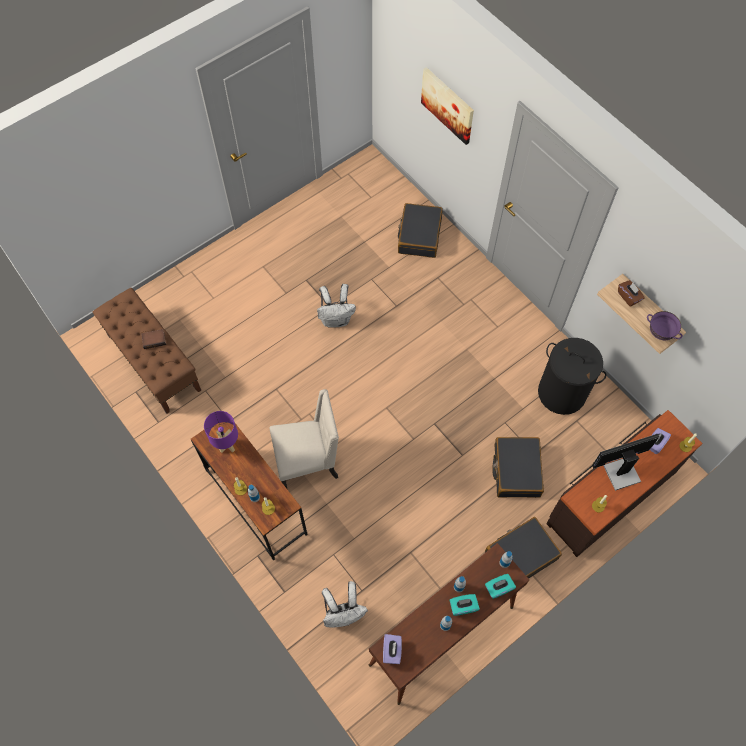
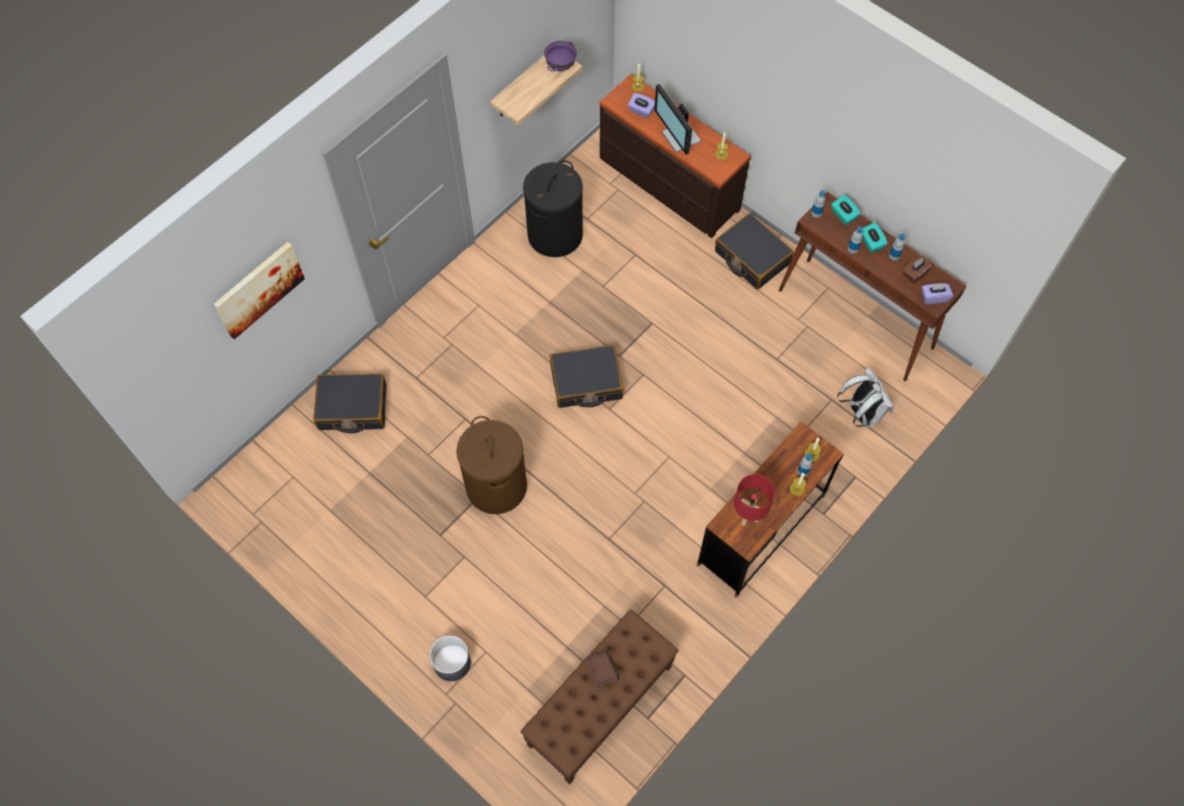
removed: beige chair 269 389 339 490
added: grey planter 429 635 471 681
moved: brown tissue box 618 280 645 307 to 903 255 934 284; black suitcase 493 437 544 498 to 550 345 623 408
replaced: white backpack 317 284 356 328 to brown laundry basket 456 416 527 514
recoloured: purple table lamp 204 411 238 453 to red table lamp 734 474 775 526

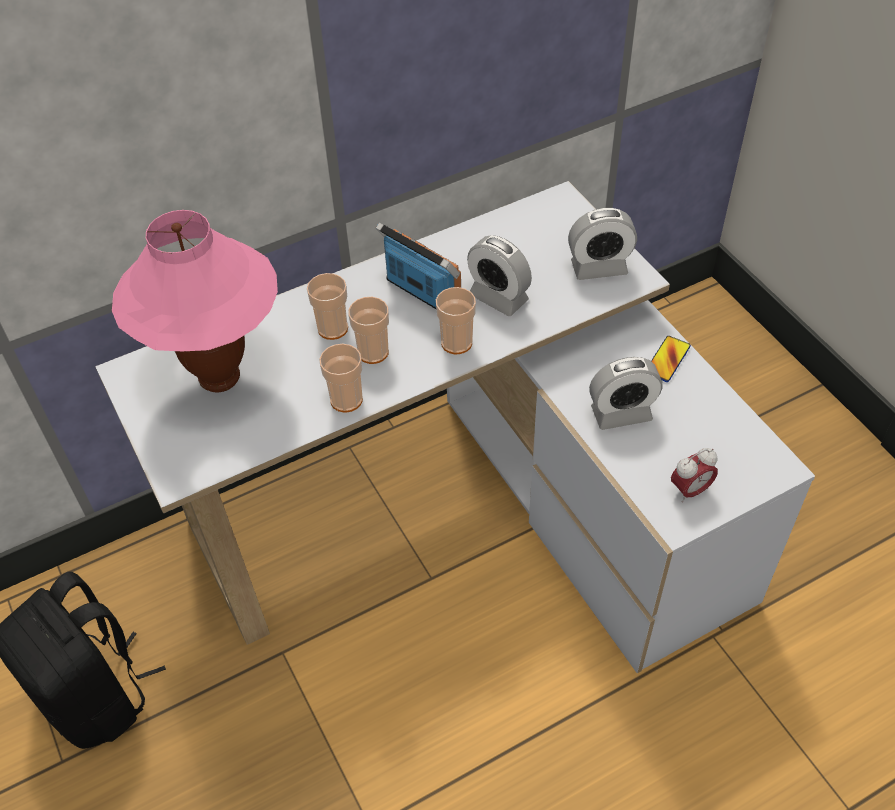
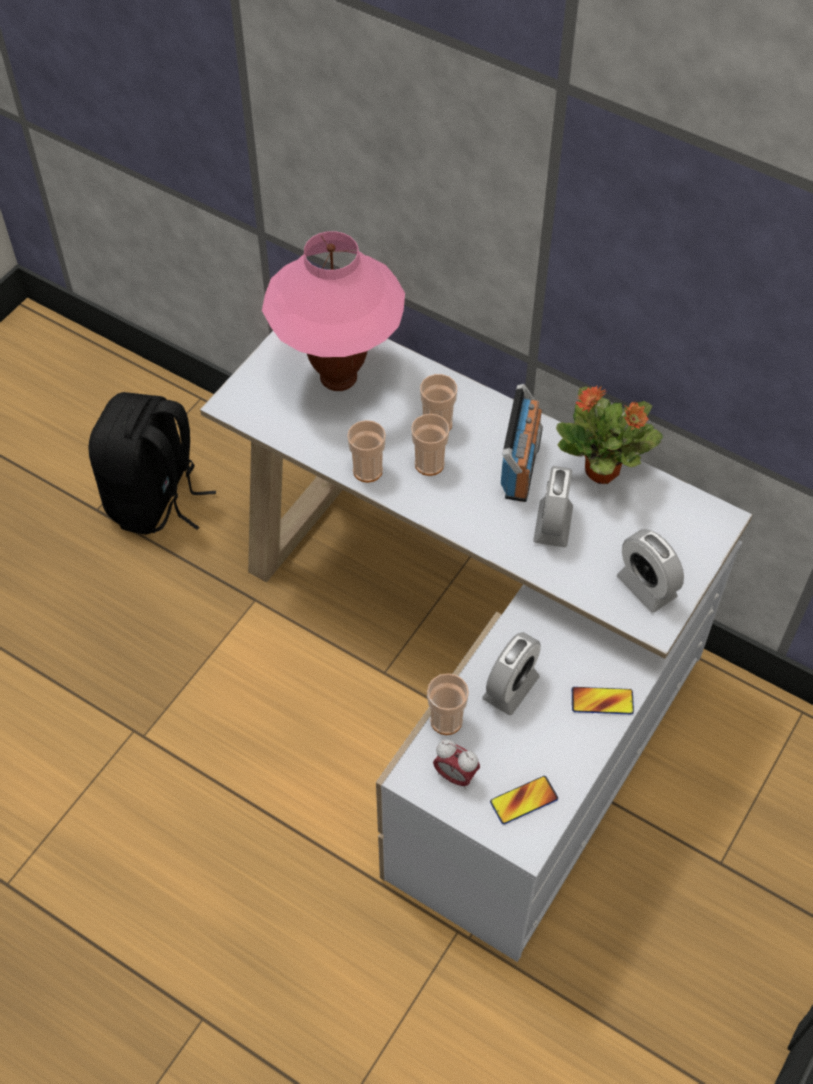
added: potted plant 556 386 663 484; phone 490 776 558 824
moved: cup 436 287 476 354 to 427 673 469 735
turned: alarm clock 589 357 663 430 = 482 632 541 715 105 degrees counterclockwise

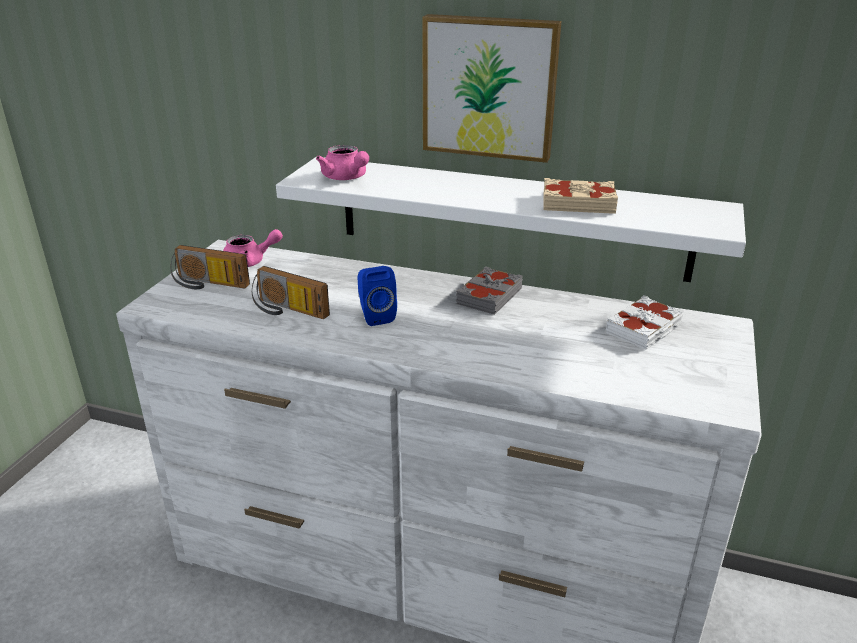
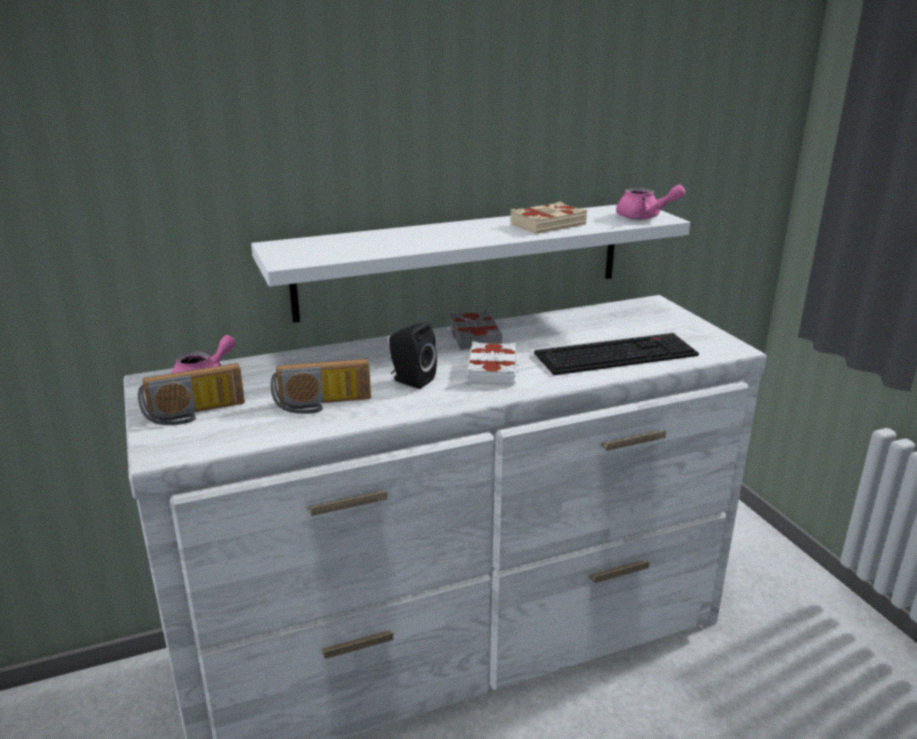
removed: picture 422 14 562 163
added: keyboard 534 333 699 375
moved: pink teapot 316 145 369 180 to 616 185 686 220; white book 606 295 684 349 to 467 341 518 386
recoloured: blue speaker 357 266 397 326 to black speaker 389 322 437 389

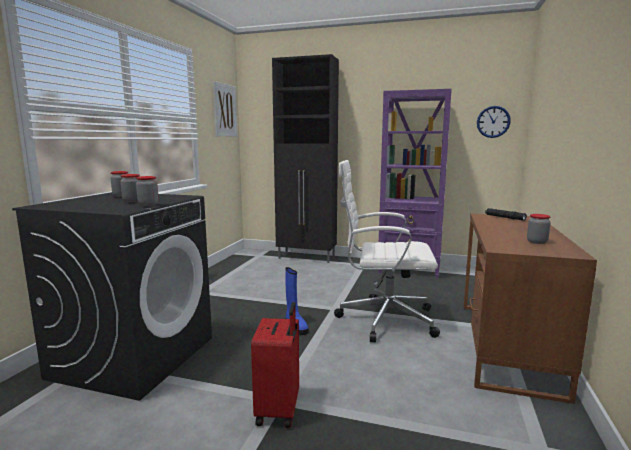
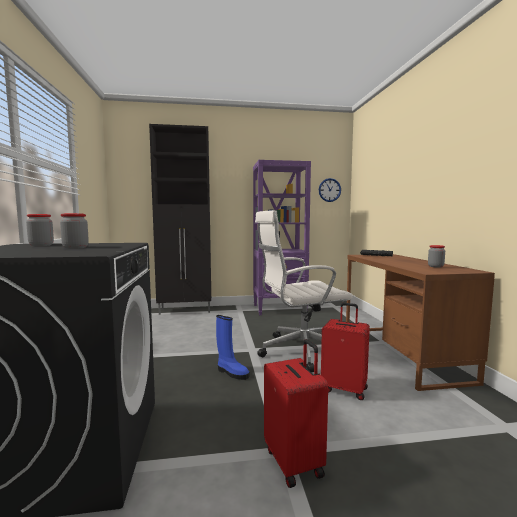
removed: picture 213 81 237 137; jar 136 176 159 206
added: red suitcase 321 303 370 400

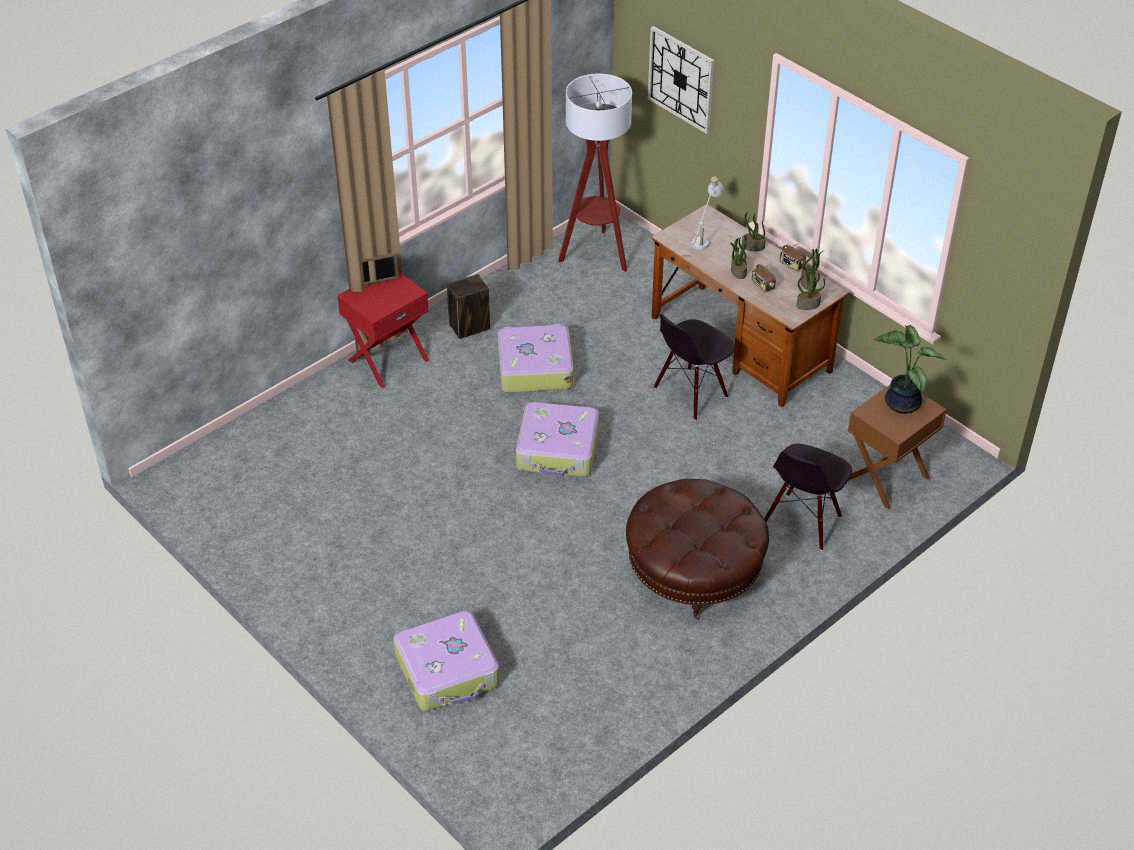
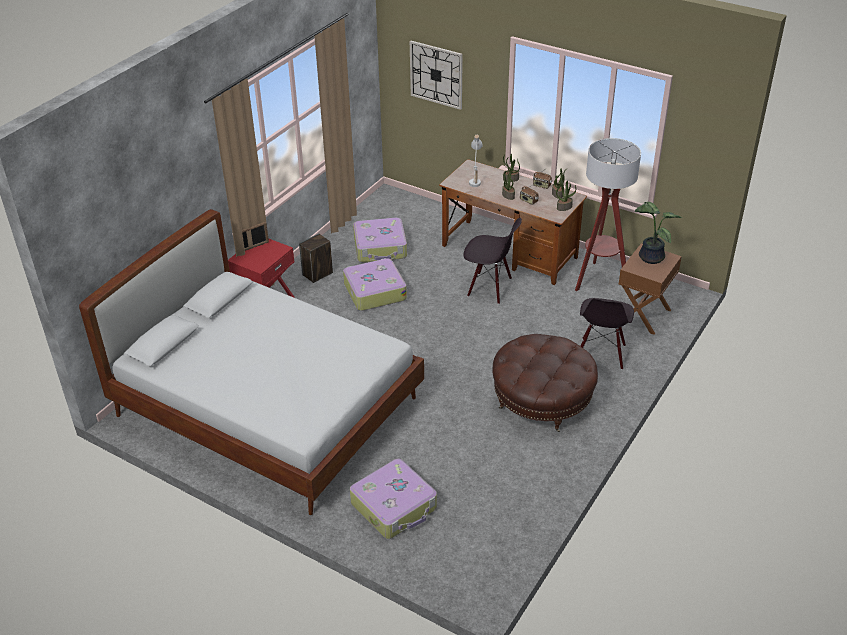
added: white bed 79 209 424 515
moved: floor lamp 558 73 632 272 to 575 138 641 291; suitcase 516 402 599 477 to 353 218 407 262
turned: black chair 654 314 735 420 = 463 218 522 304 105 degrees counterclockwise

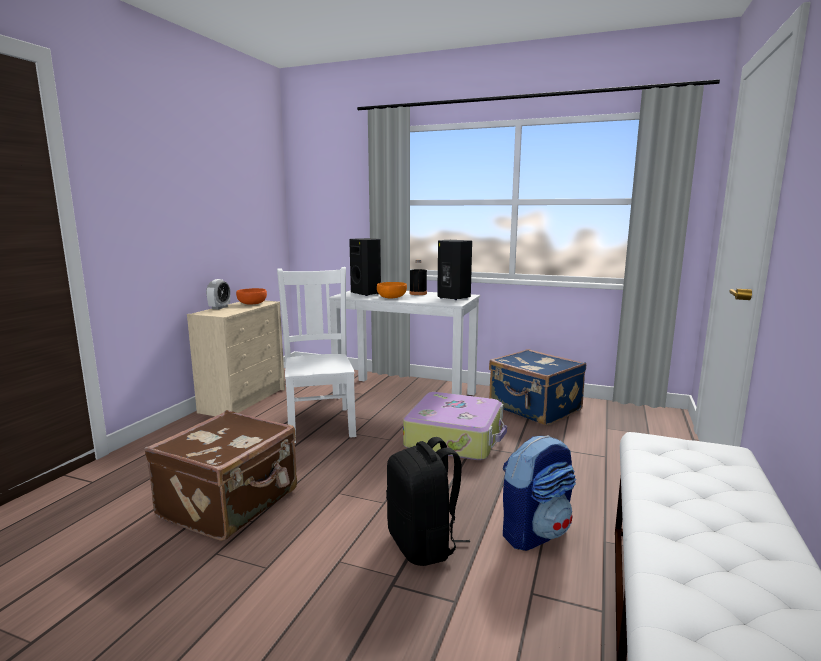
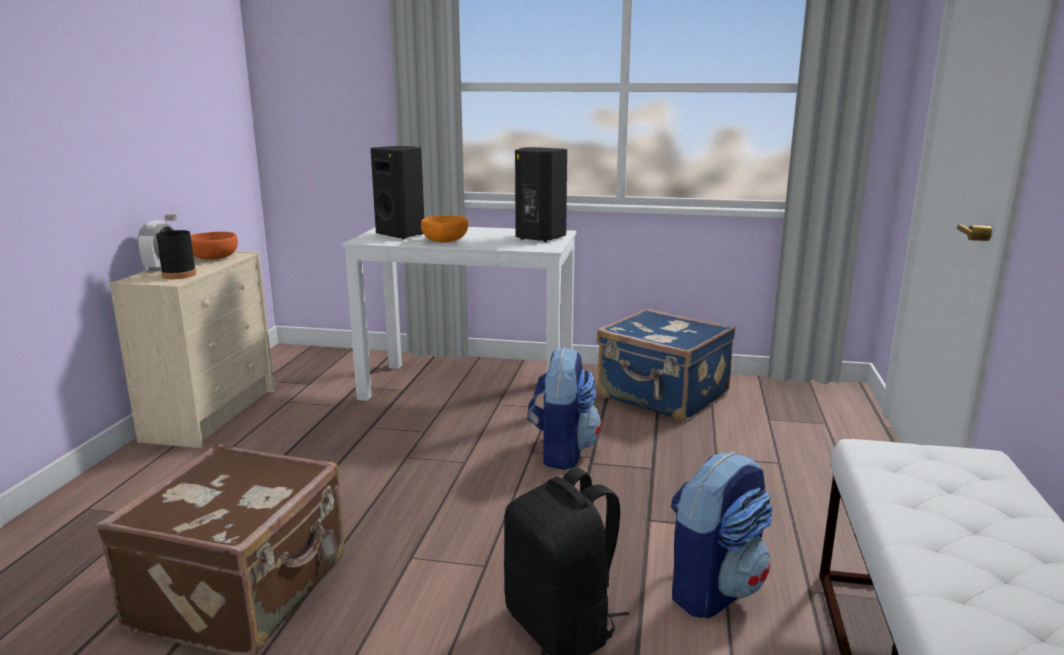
removed: white chair 277 267 356 443
moved: black bottle 410 260 427 295 to 156 214 196 279
replaced: suitcase 403 392 507 460 to backpack 527 347 602 470

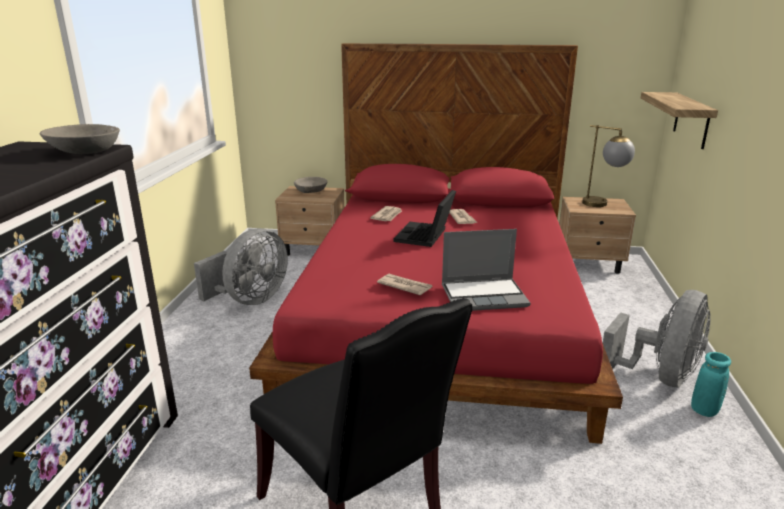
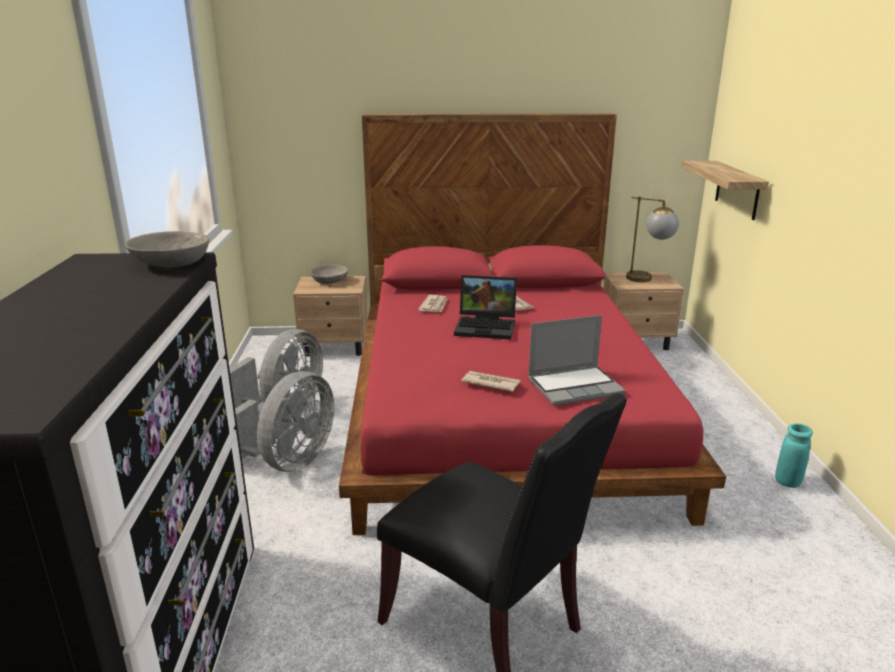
moved: grey fan 603 290 711 388 to 235 371 334 472
turned: laptop 393 190 456 247 = 454 275 517 340 90 degrees counterclockwise

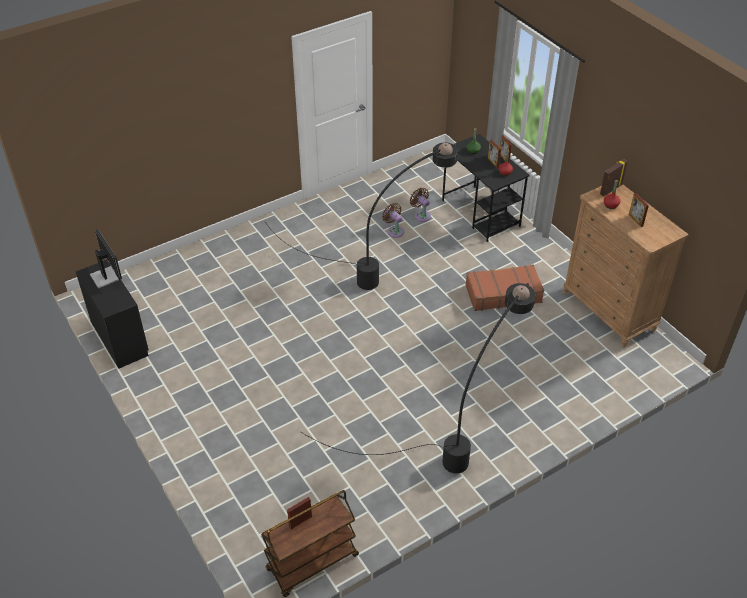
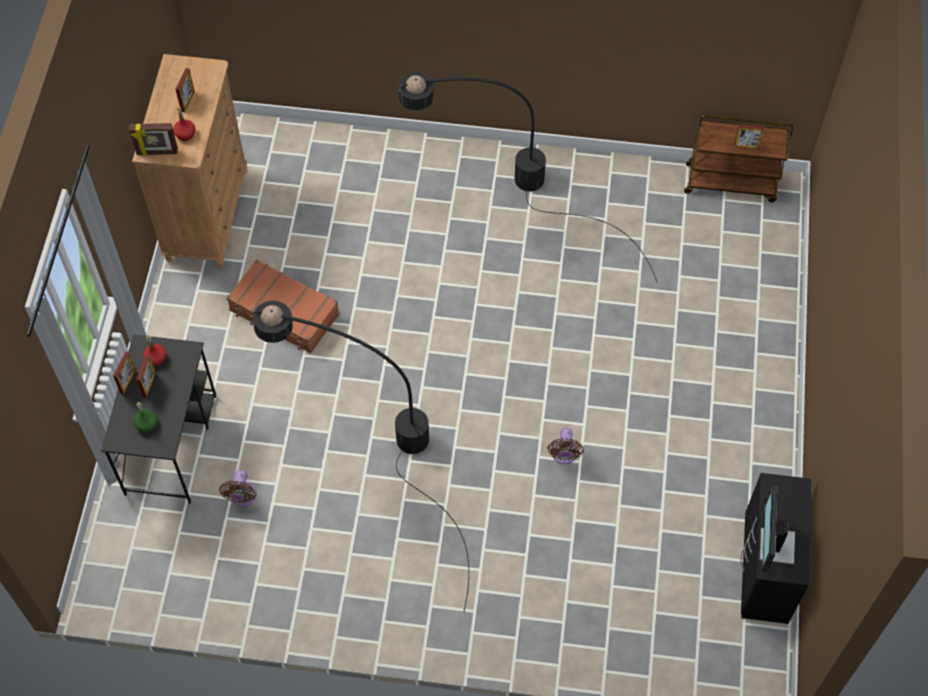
moved: brown fan 382 203 404 238 to 547 428 584 464

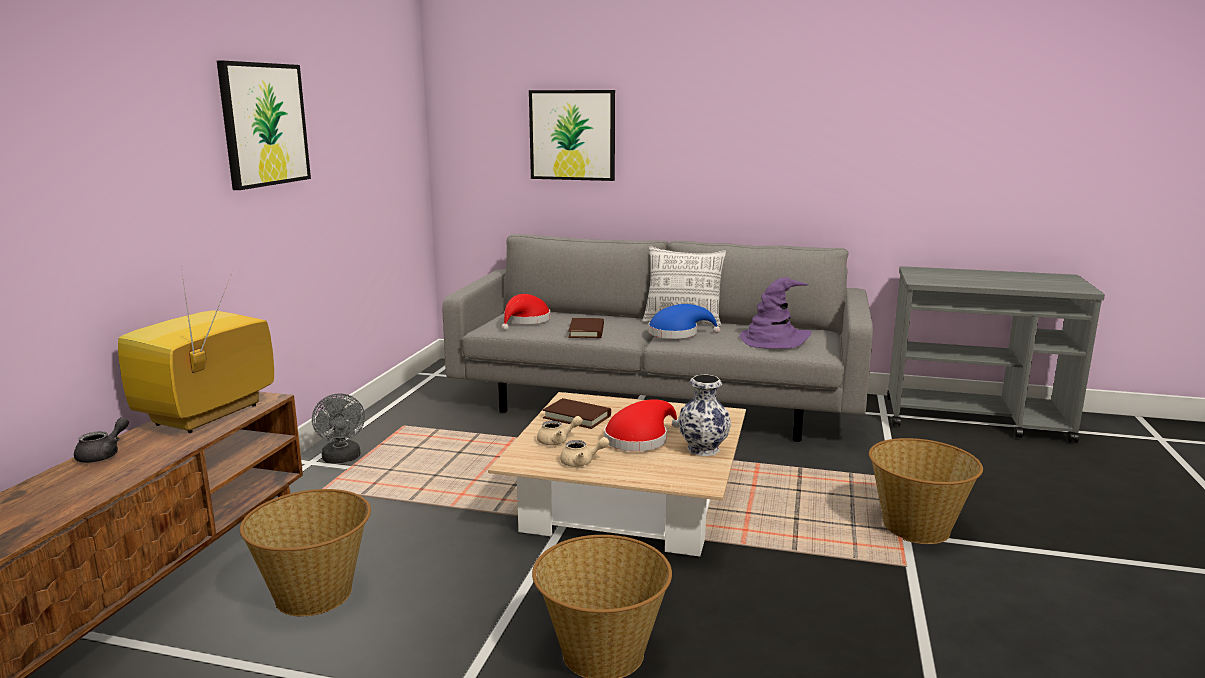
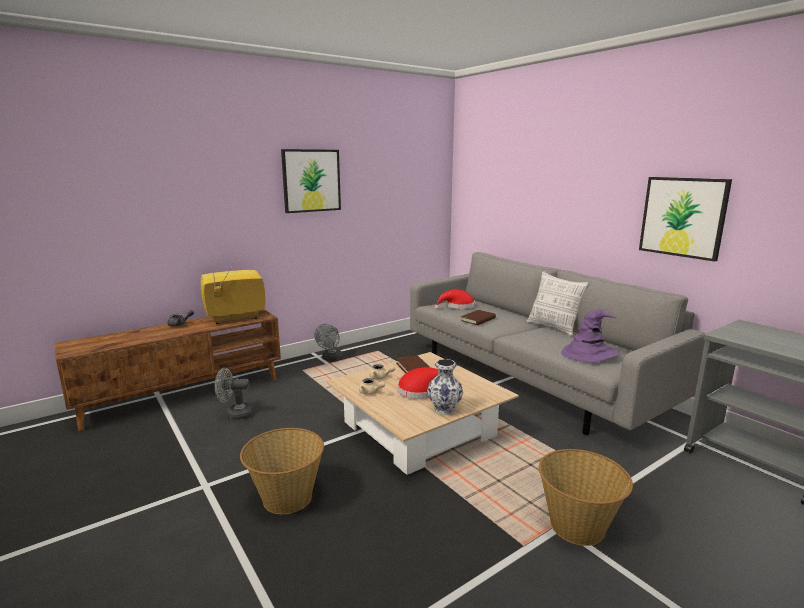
removed: blue hat 648 304 720 339
moved: picture 529 90 615 181 to 639 177 732 262
replaced: basket 240 489 371 616 to grey fan 215 368 254 420

